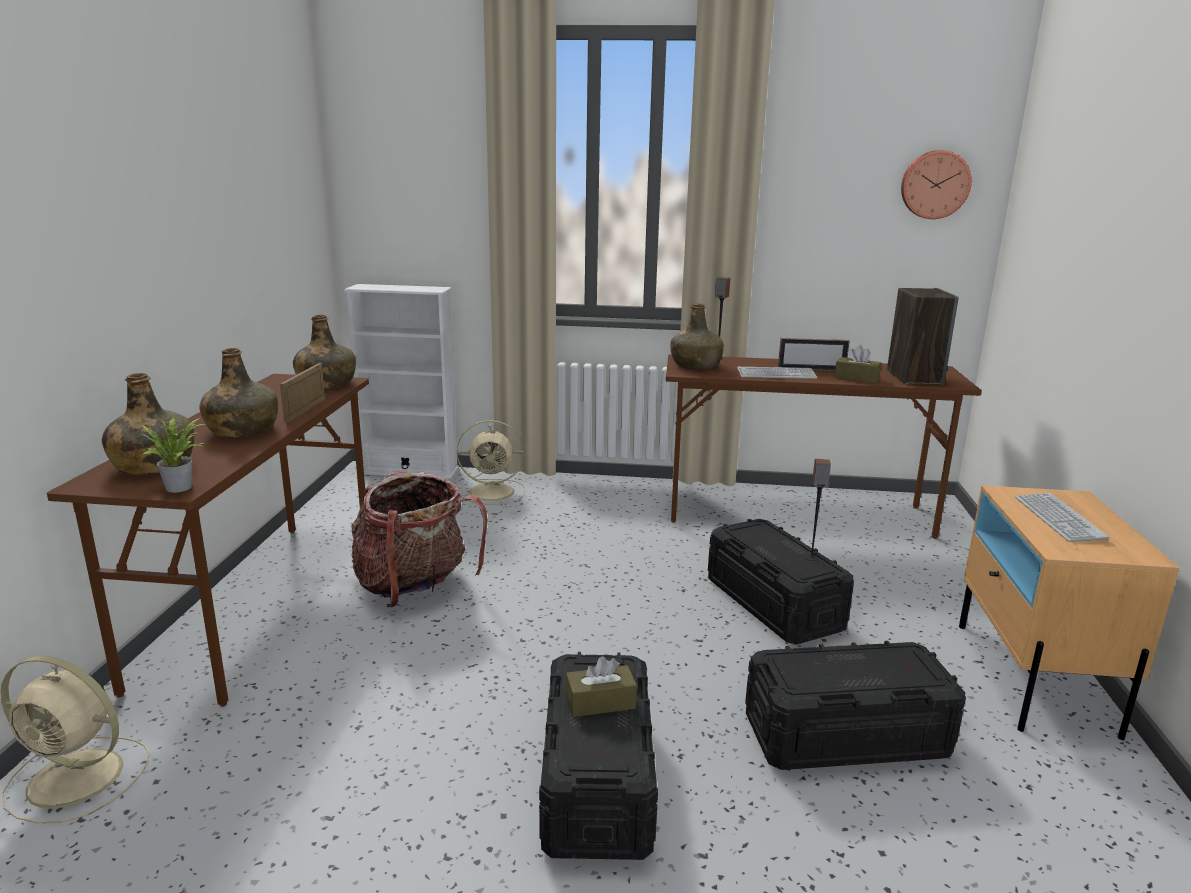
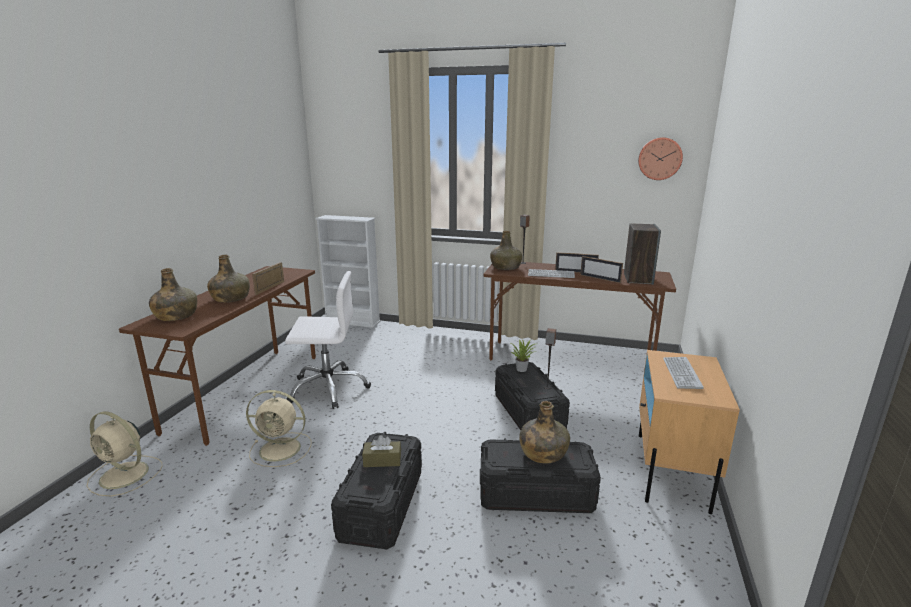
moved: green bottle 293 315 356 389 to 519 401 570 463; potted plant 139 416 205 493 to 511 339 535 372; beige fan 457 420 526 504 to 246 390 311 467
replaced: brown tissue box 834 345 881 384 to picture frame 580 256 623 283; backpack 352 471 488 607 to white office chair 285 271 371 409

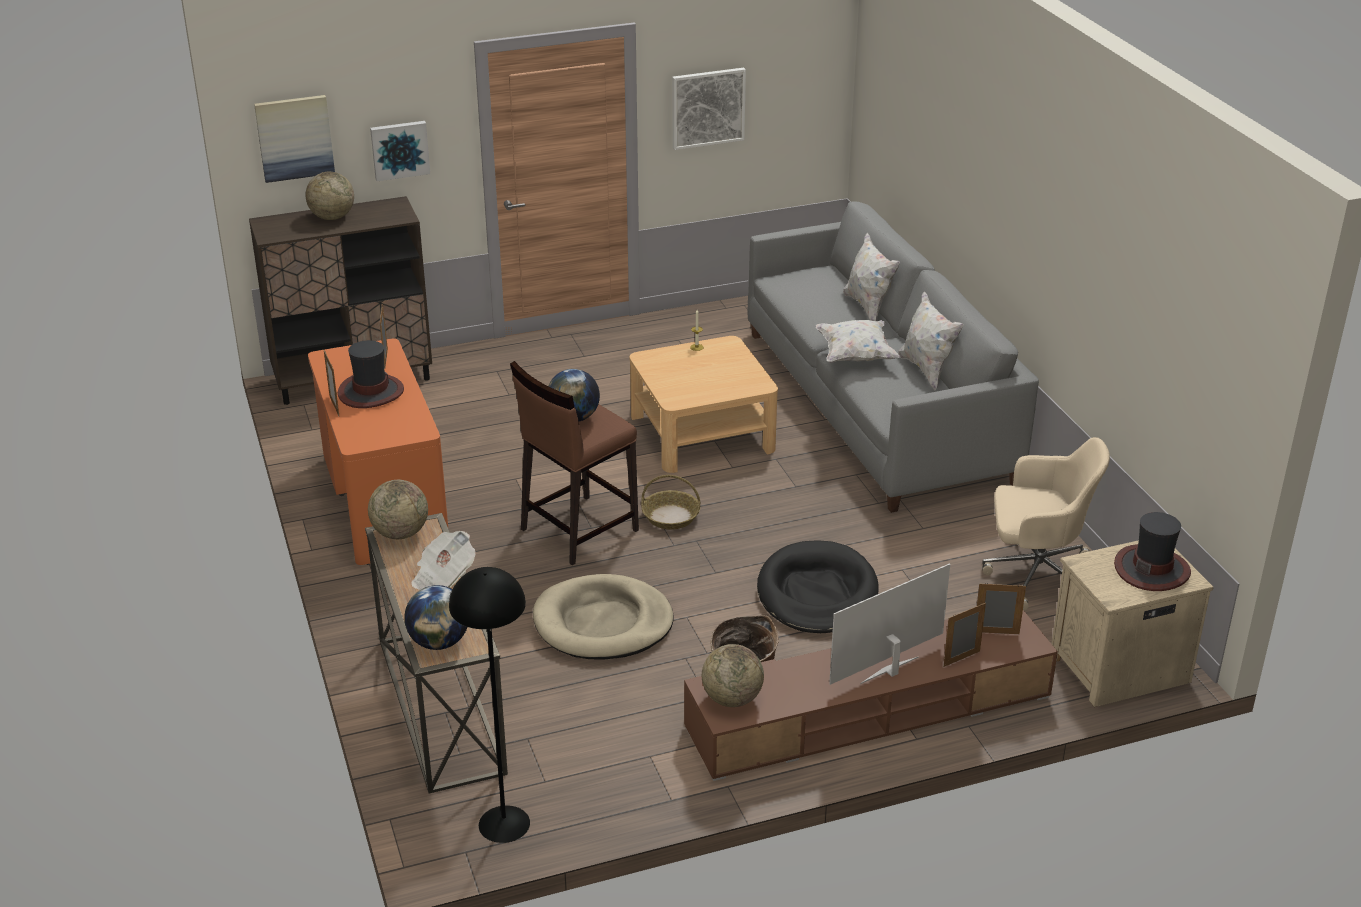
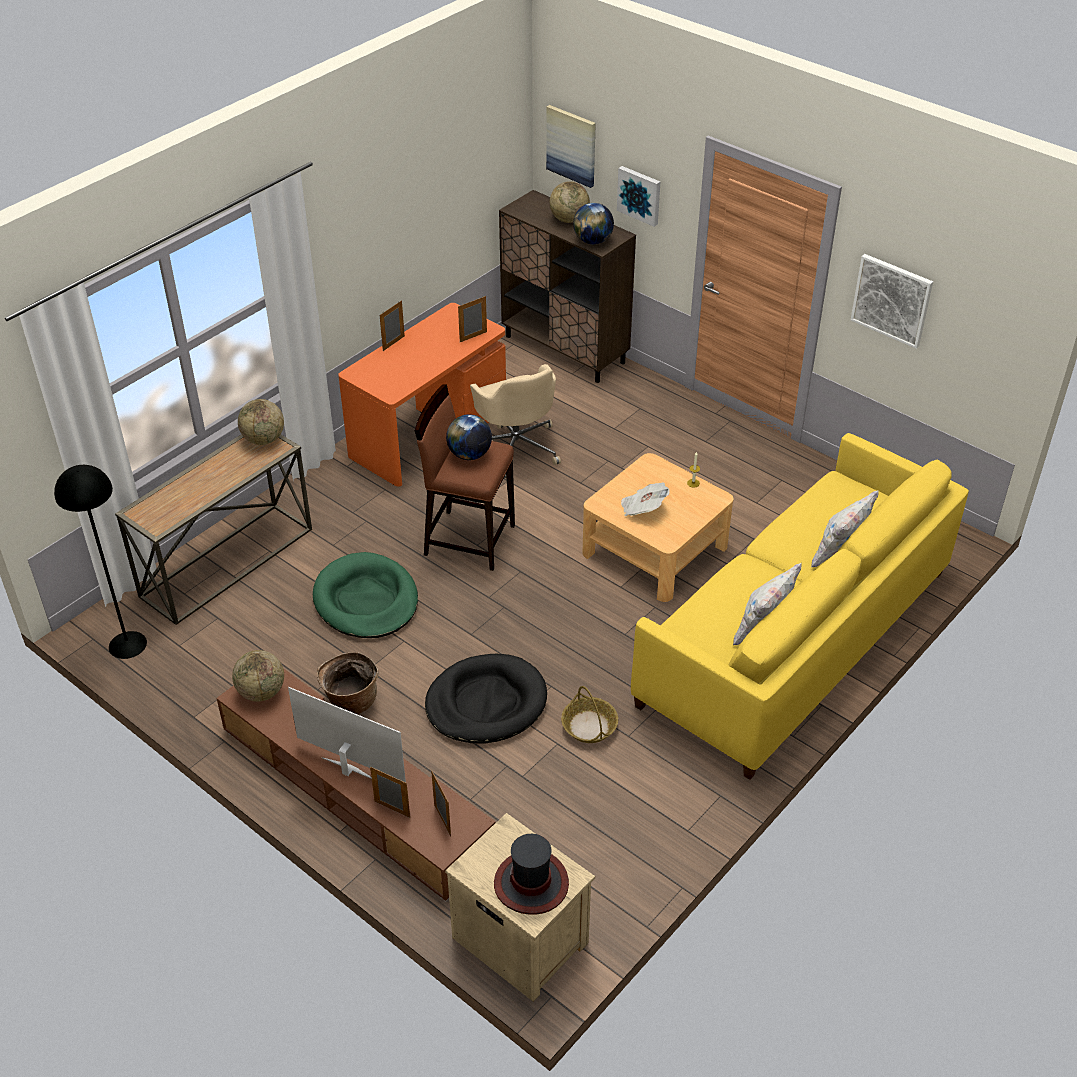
removed: white pillow 816 320 900 363; hat 338 340 404 408
moved: beige office chair 982 437 1110 611 to 470 364 561 479; basket 641 475 701 530 to 561 686 618 743; newspaper 411 531 476 590 to 621 483 670 516; globe 404 585 467 650 to 573 203 614 244
recoloured: grey sofa 748 202 1039 513 to yellow sofa 631 433 969 780; beige dog bed 533 574 674 660 to green dog bed 313 552 418 638

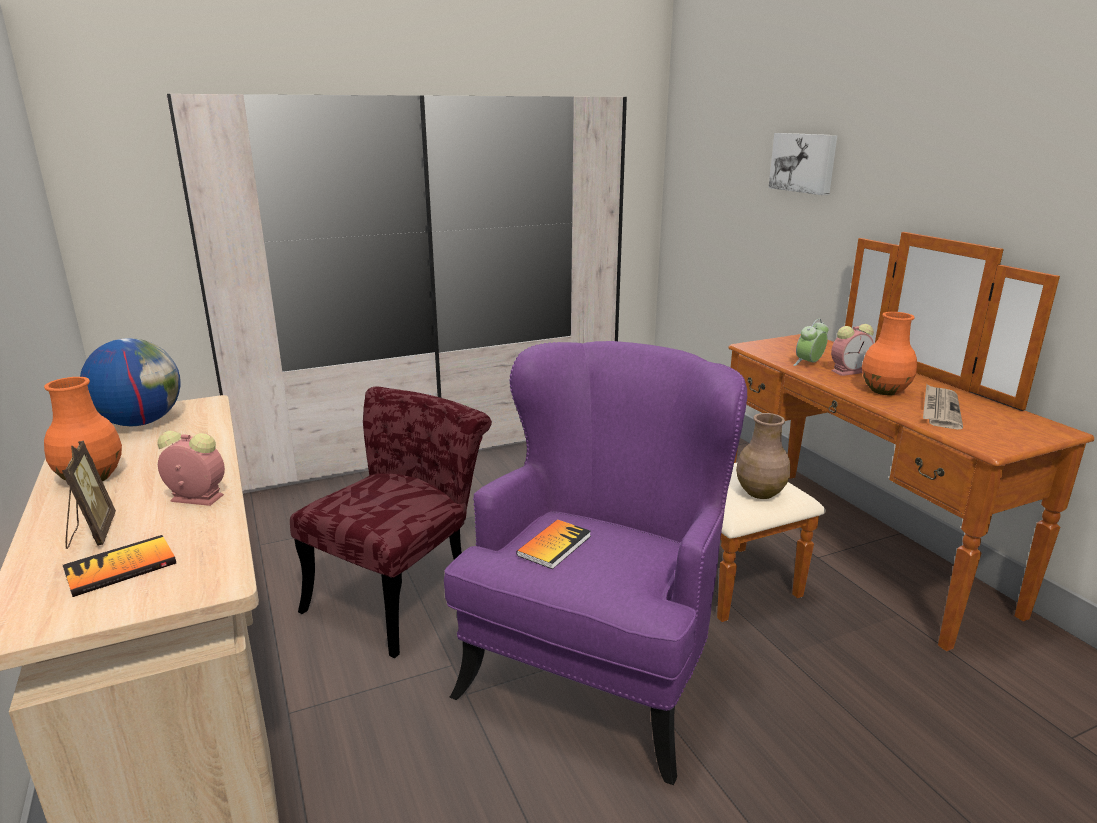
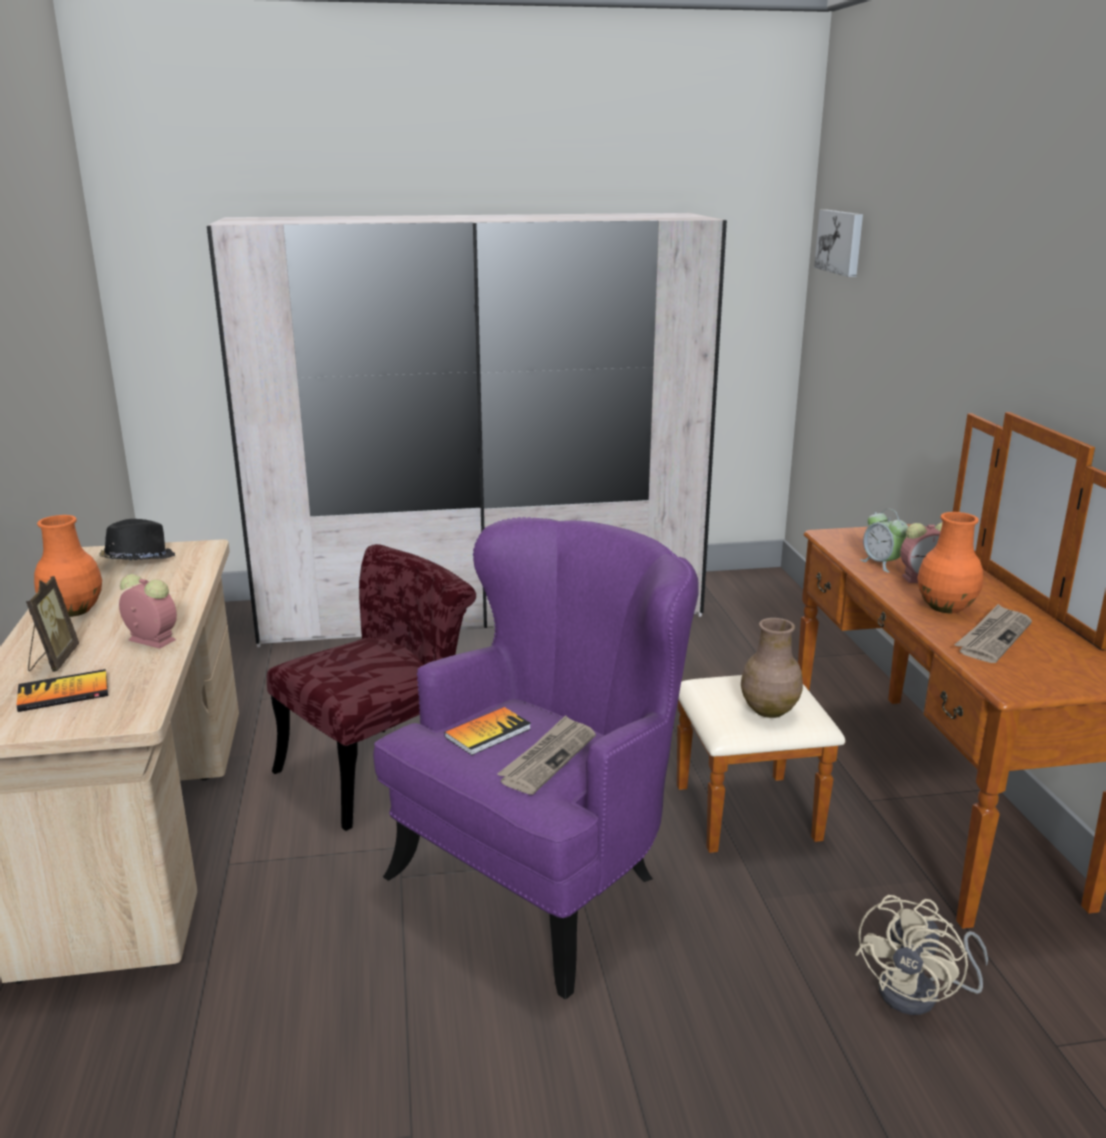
added: newspaper 497 715 596 795; beige fan 855 895 988 1015
moved: picture 769 133 837 195 to 814 210 863 277
replaced: globe 80 338 181 426 to black hat 99 519 175 561
turned: alarm clock 793 319 829 366 = 860 508 908 573 90 degrees counterclockwise

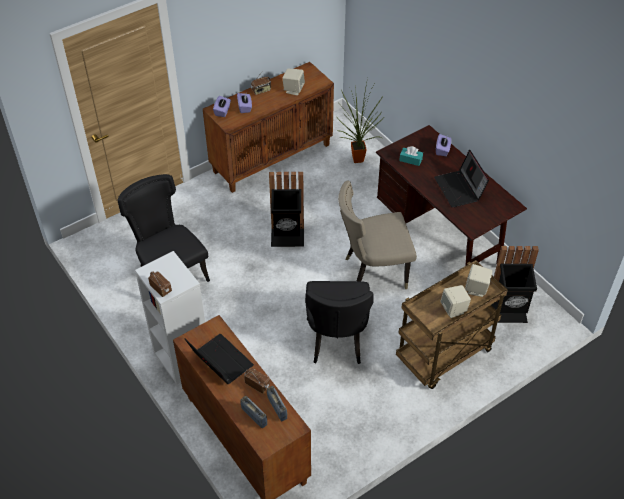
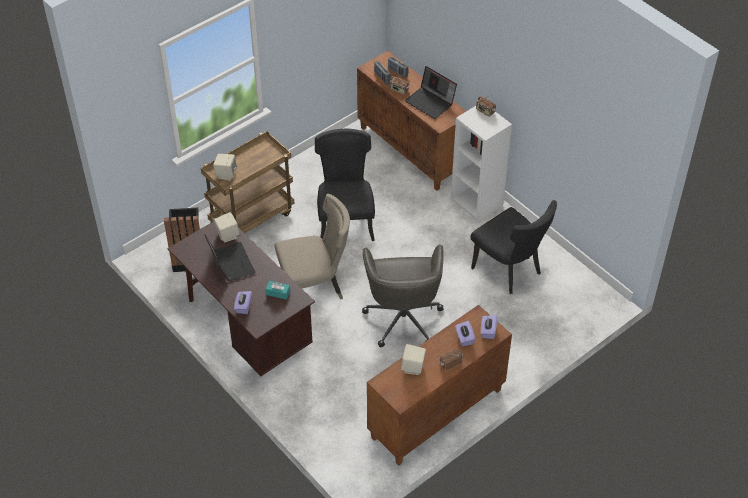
removed: potted plant 337 78 384 163
moved: beige speaker 440 285 471 318 to 214 212 240 242
replaced: black trash can 269 172 304 247 to grey office chair 362 244 444 347

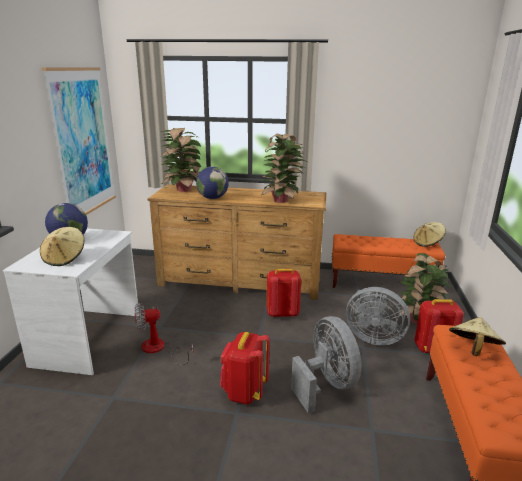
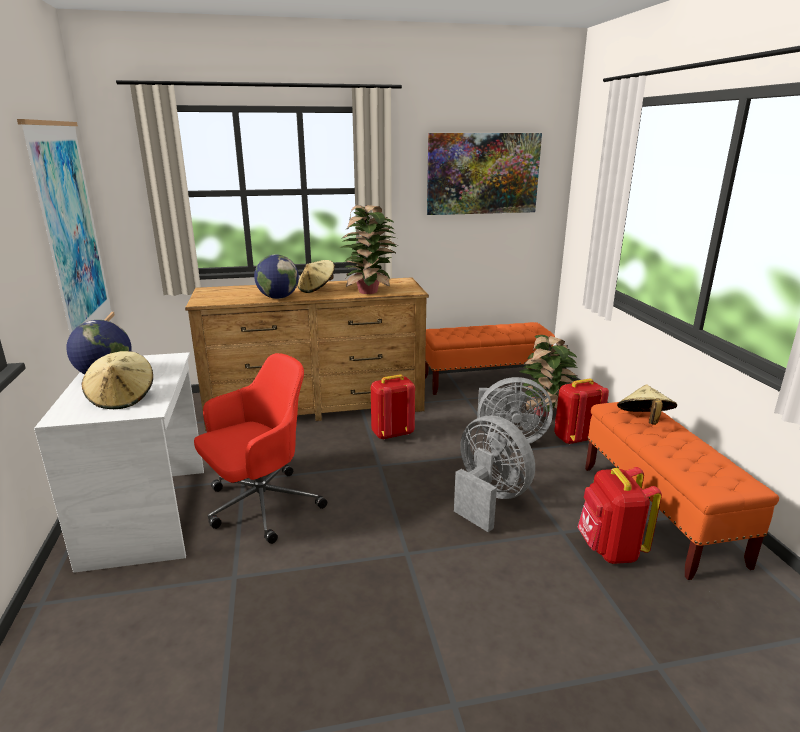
removed: potted plant 160 128 201 192
added: picture 427 133 542 215
moved: beige hat 413 222 446 247 to 298 260 335 293; red backpack 220 332 270 404 to 578 467 662 564
replaced: fan 135 303 194 365 to red office chair 194 353 327 544

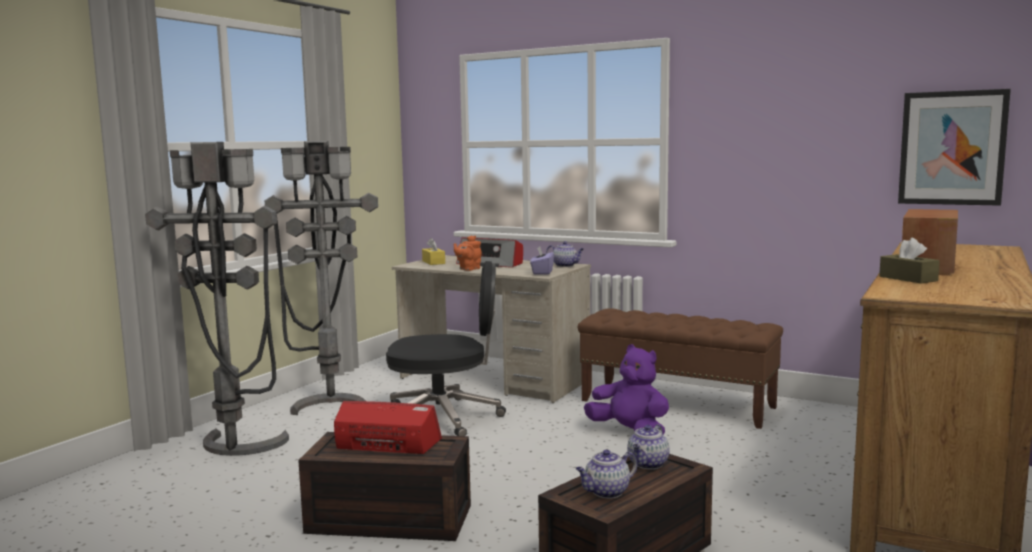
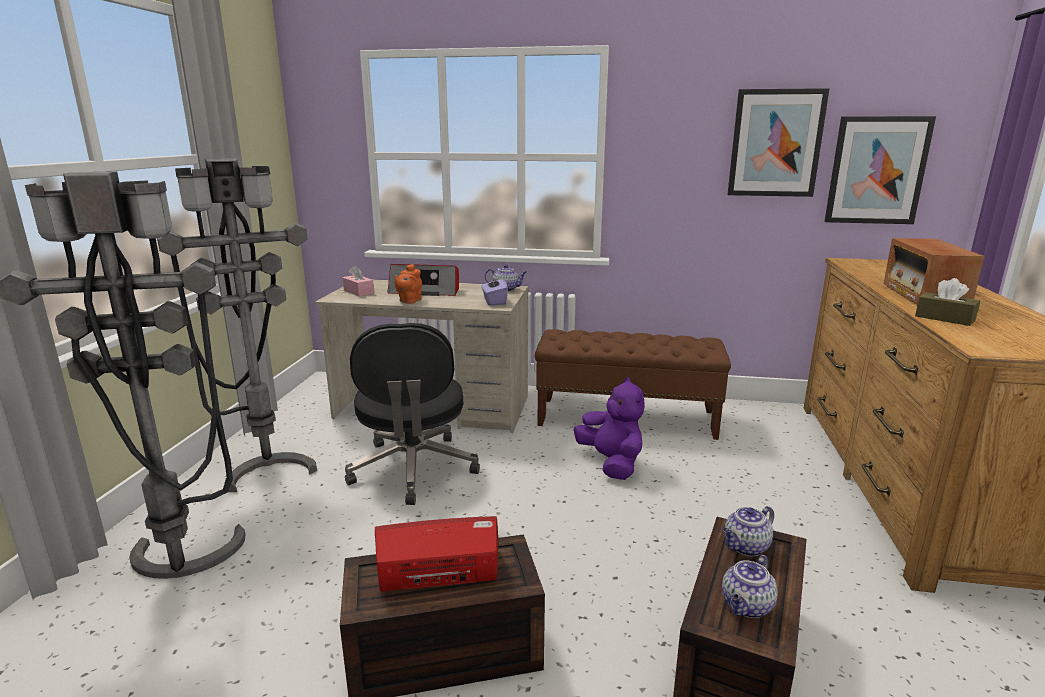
added: picture 727 88 829 197
recoloured: yellow tissue box 422 238 445 265 to pink tissue box 343 265 374 296
turned: black office chair 386 261 506 436 = 345 323 480 505 105 degrees clockwise; purple plush toy 584 344 669 434 = 574 377 645 480 45 degrees clockwise; teapot 627 424 670 469 = 723 506 774 556 45 degrees clockwise

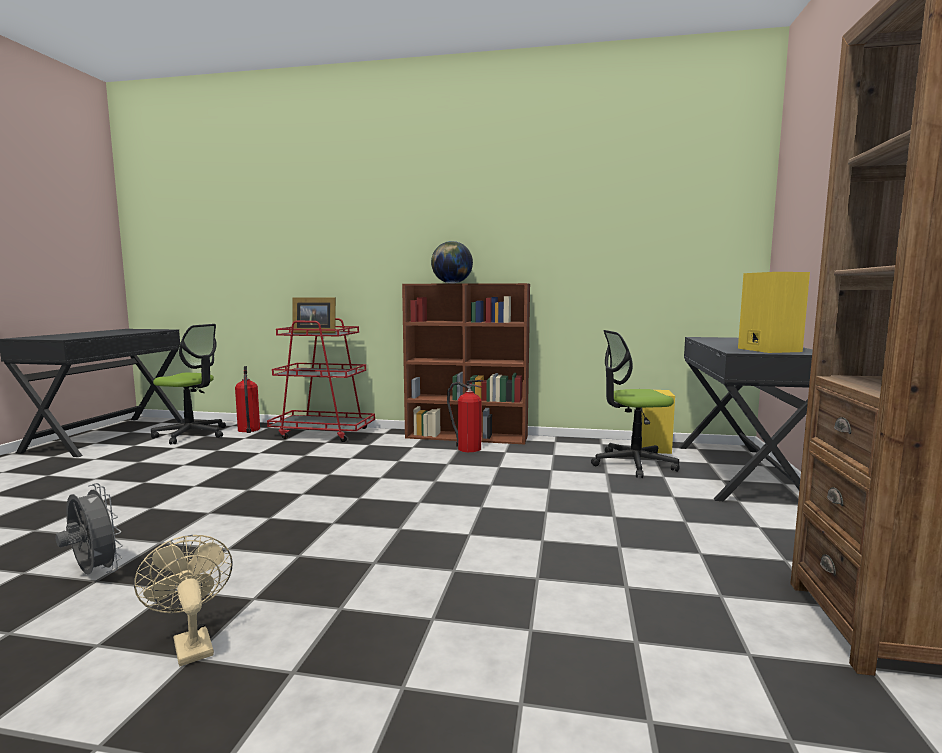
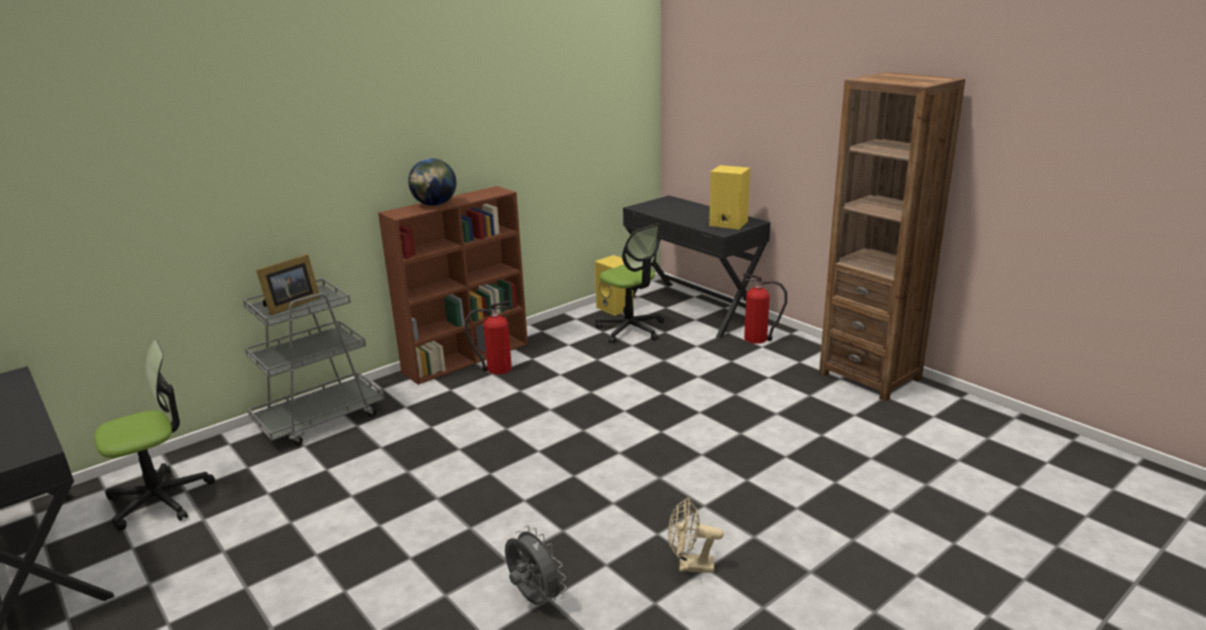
moved: fire extinguisher 235 366 260 433 to 743 273 787 344
recoloured: red cart 267 318 375 442 to grey cart 243 278 385 445
turned: office chair 591 330 680 478 = 595 223 664 343 75 degrees counterclockwise; grey fan 55 483 123 575 = 505 525 567 606 60 degrees clockwise

